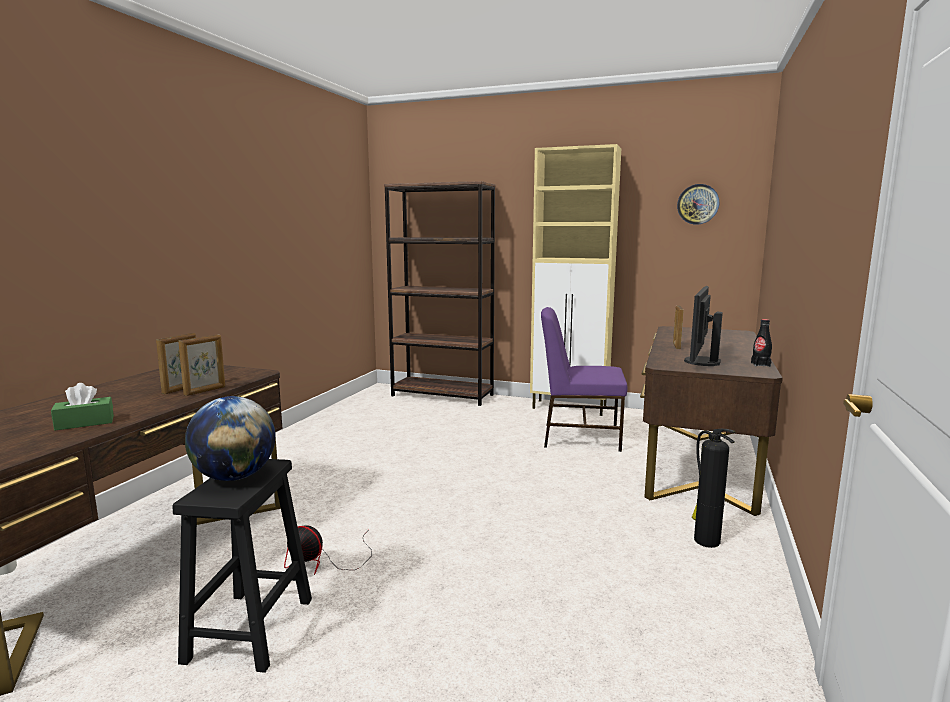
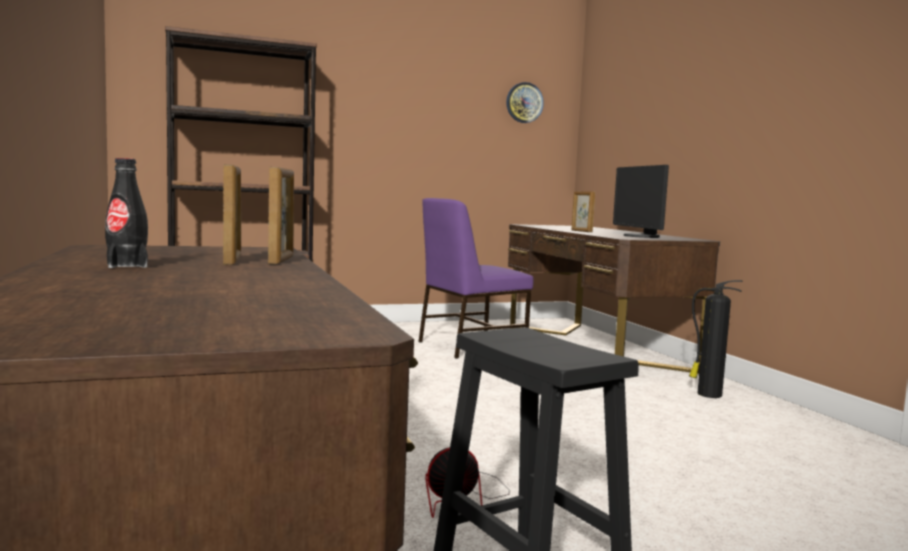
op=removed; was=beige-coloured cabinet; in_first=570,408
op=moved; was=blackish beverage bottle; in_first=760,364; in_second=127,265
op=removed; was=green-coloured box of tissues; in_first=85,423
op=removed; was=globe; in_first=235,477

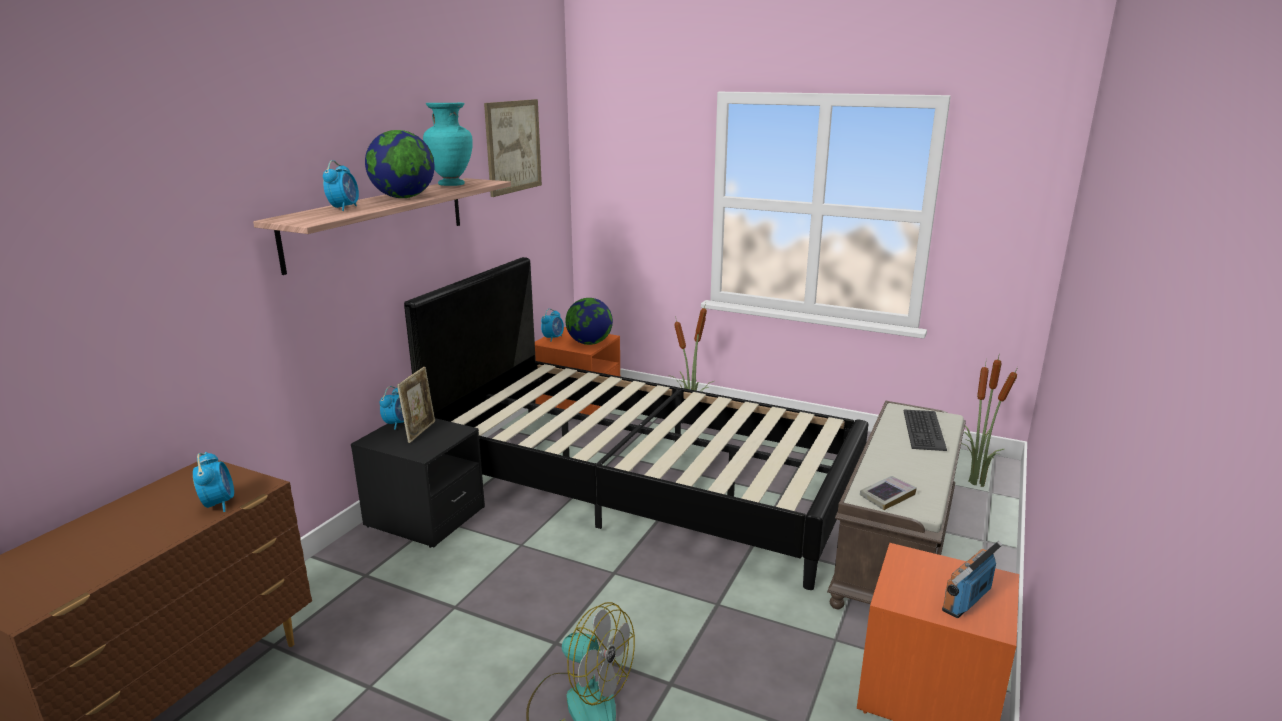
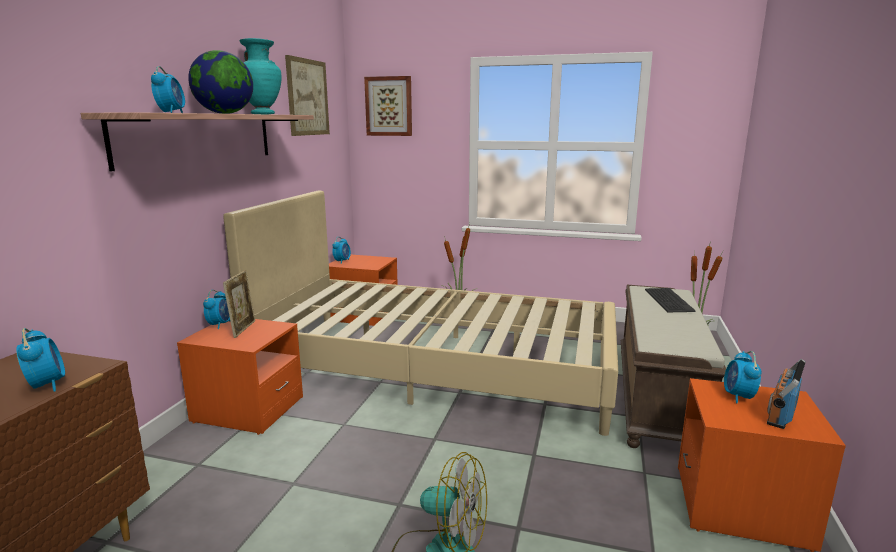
op=recoloured; was=blackish bedroom bed; now=beige-coloured bedroom bed; in_first=642,484; in_second=436,369
op=removed; was=globe; in_first=589,343
op=recoloured; was=blackish bedside table; now=orangey bedside table; in_first=425,517; in_second=248,410
op=removed; was=volume; in_first=887,496
op=added; now=wall picture; in_second=389,106
op=added; now=alarm clock; in_second=738,397

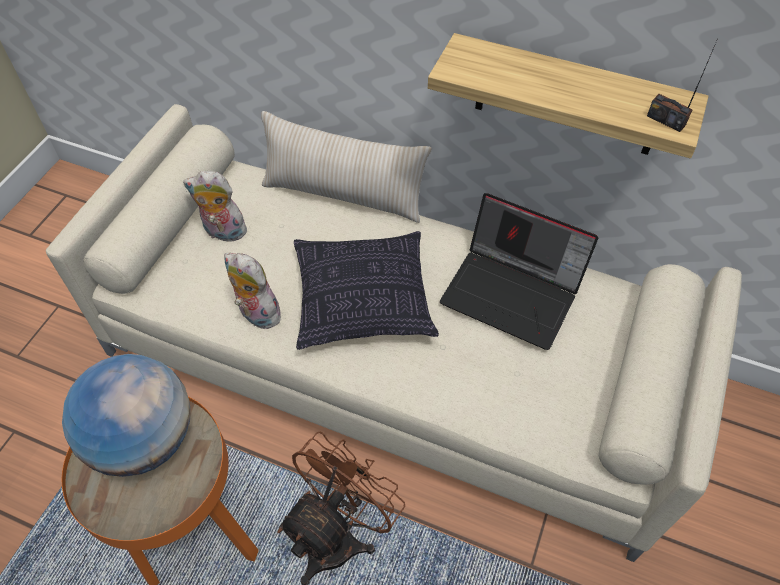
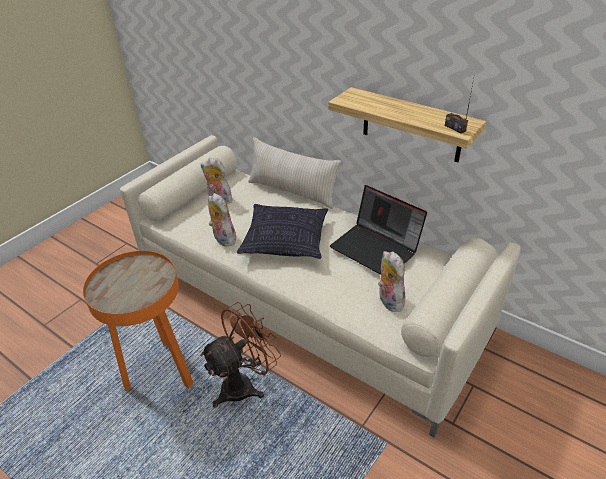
op=removed; was=globe; in_first=144,439
op=added; now=plush toy; in_second=388,300

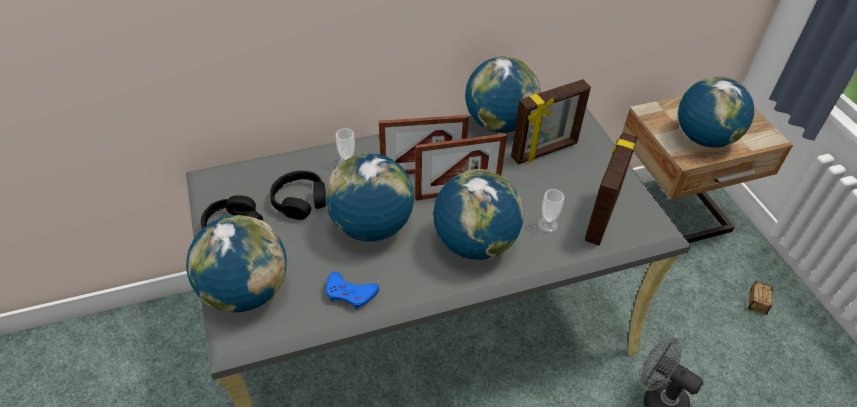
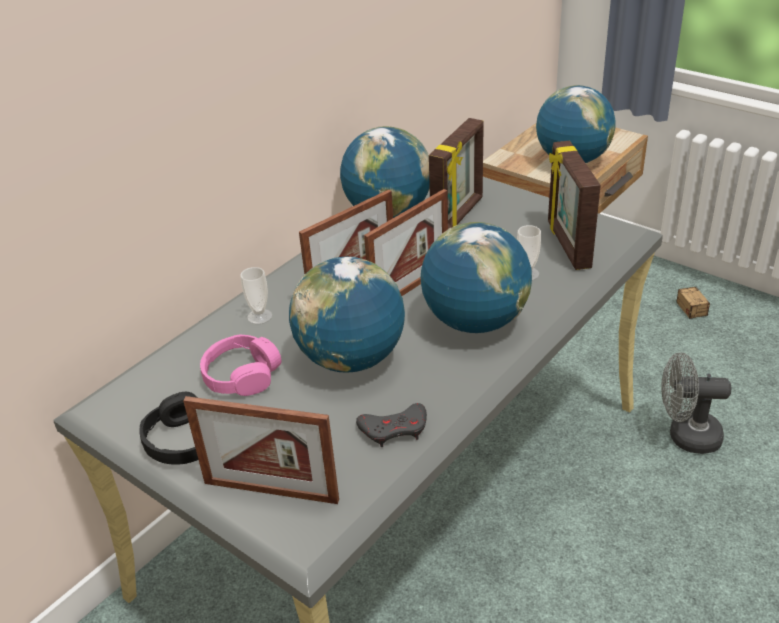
op=recoloured; was=blackish pair of headphones; now=pinkish pair of headphones; in_first=300,201; in_second=242,375
op=replaced; was=globe; now=photo frame; in_first=246,292; in_second=271,491
op=recoloured; was=blue-coloured gamepad; now=gray gamepad; in_first=350,293; in_second=394,429

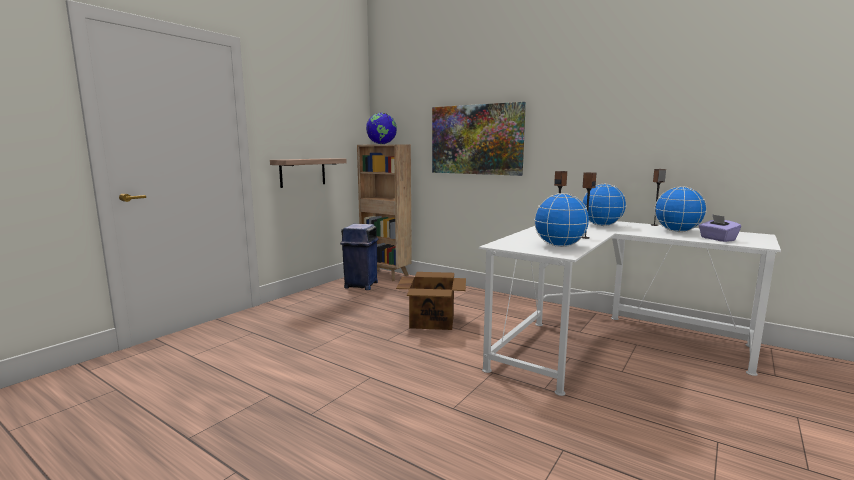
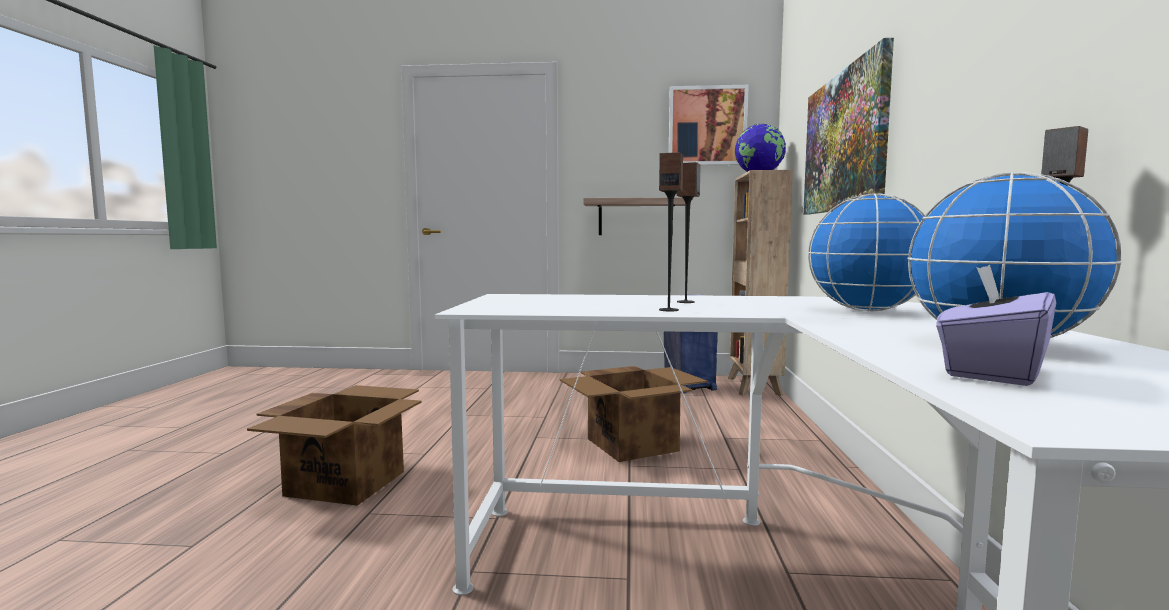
op=removed; was=globe; in_first=560,246
op=added; now=wall picture; in_second=707,126
op=added; now=packing box; in_second=347,482

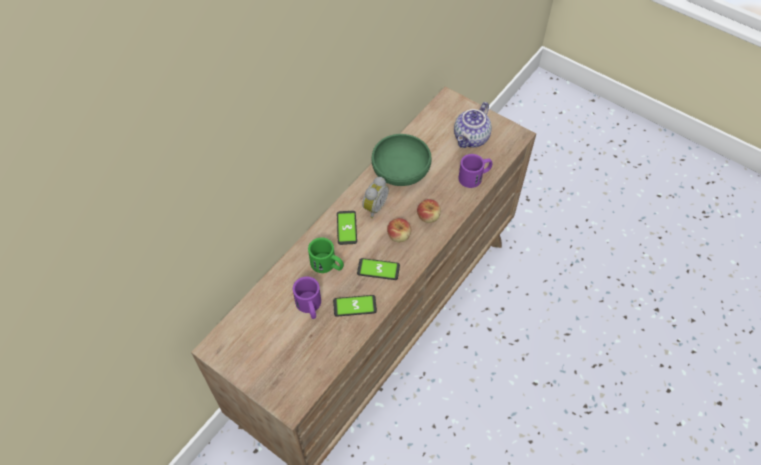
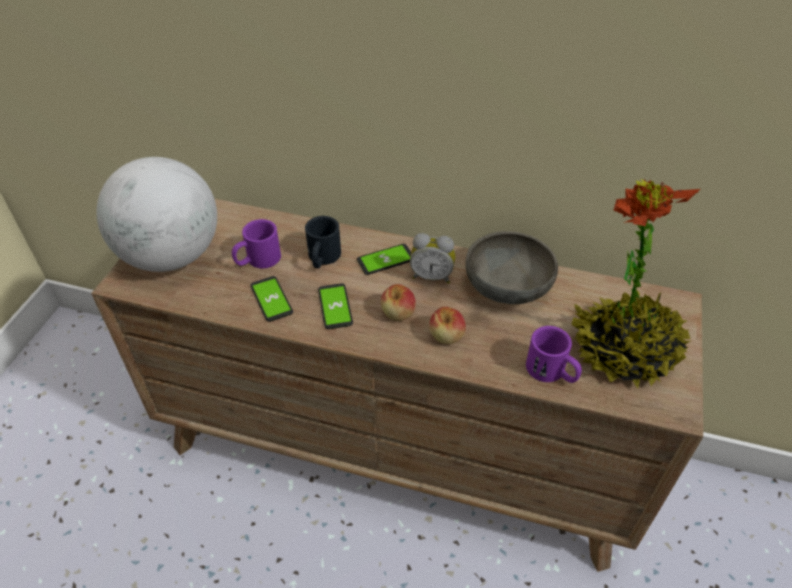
op=replaced; was=tea pot; now=potted plant; in_first=471,138; in_second=623,350
op=recoloured; was=green-coloured deep dish; now=gray deep dish; in_first=400,171; in_second=507,286
op=recoloured; was=green-coloured coffee mug; now=blackish coffee mug; in_first=327,265; in_second=322,258
op=added; now=globe; in_second=172,256

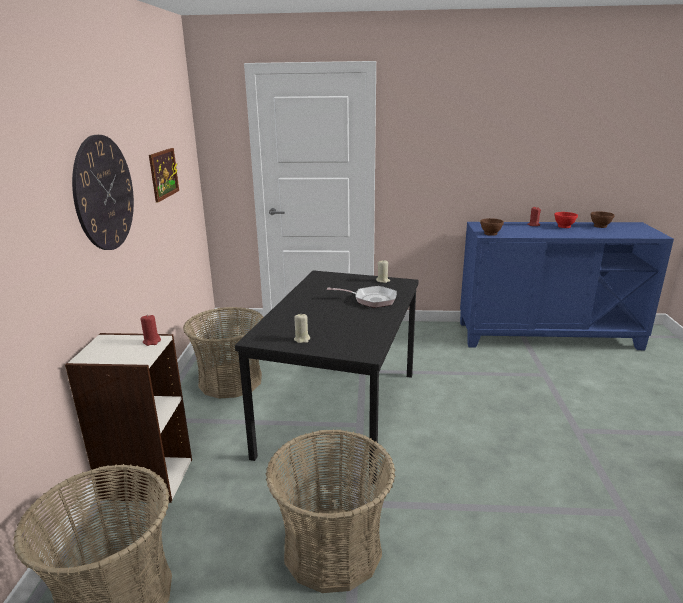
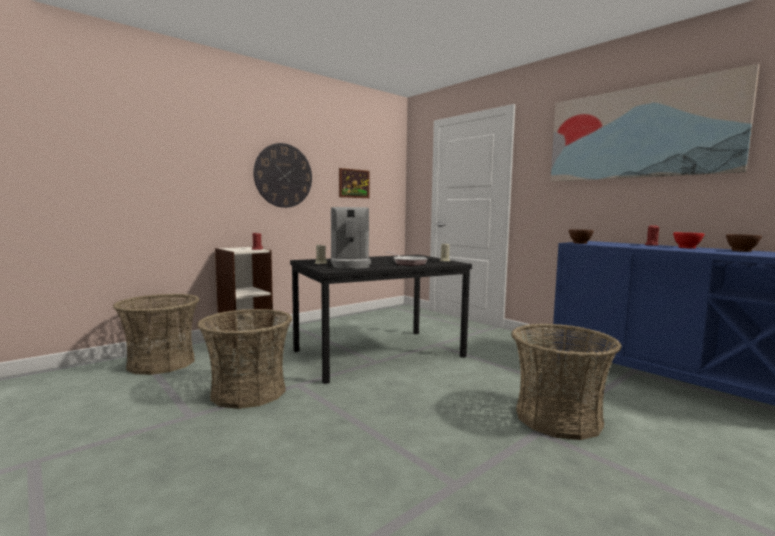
op=moved; was=basket; in_first=230,381; in_second=558,418
op=added; now=wall picture; in_second=638,133
op=added; now=coffee machine; in_second=350,264

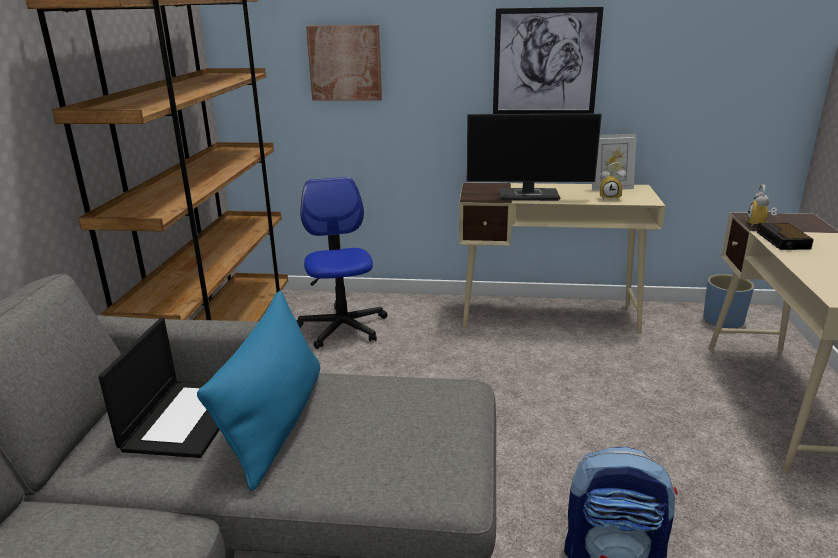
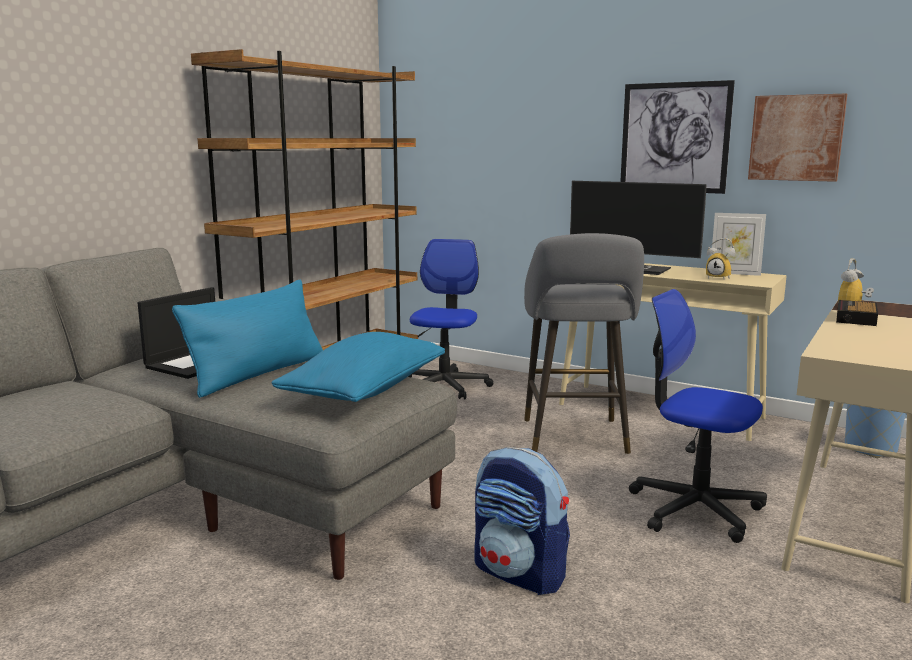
op=moved; was=wall picture; in_first=345,63; in_second=796,138
op=added; now=gray stool seat; in_second=575,438
op=added; now=computer chair; in_second=694,509
op=added; now=blue-coloured throw pillow; in_second=365,391

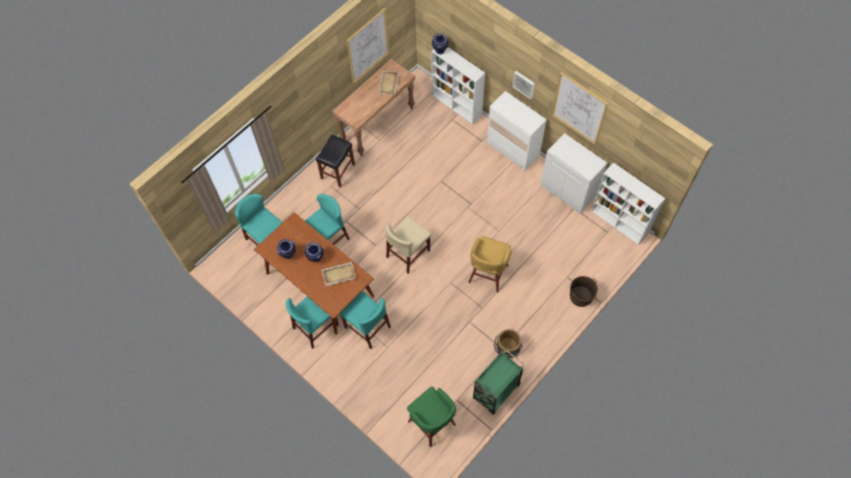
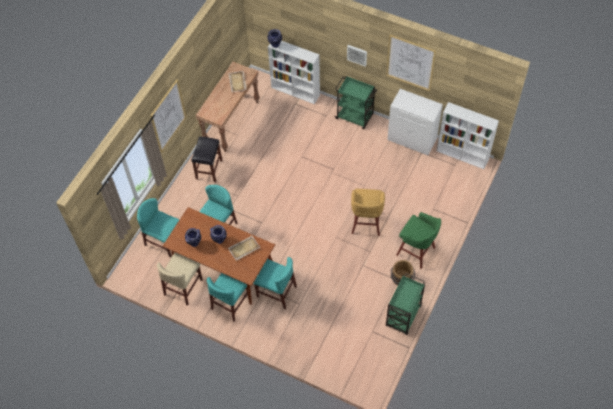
op=moved; was=wall picture; in_first=368,46; in_second=168,116
op=replaced; was=white dresser; now=green-coloured trolley; in_first=512,150; in_second=355,117
op=moved; was=beige-coloured plain chair; in_first=408,253; in_second=183,287
op=removed; was=brown pail; in_first=581,296
op=moved; was=green-coloured stool seat; in_first=432,424; in_second=417,252

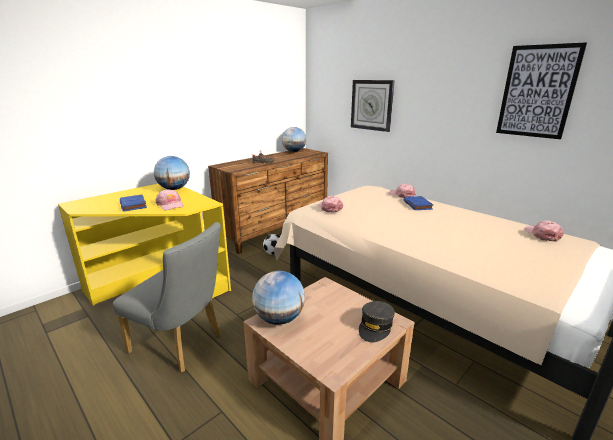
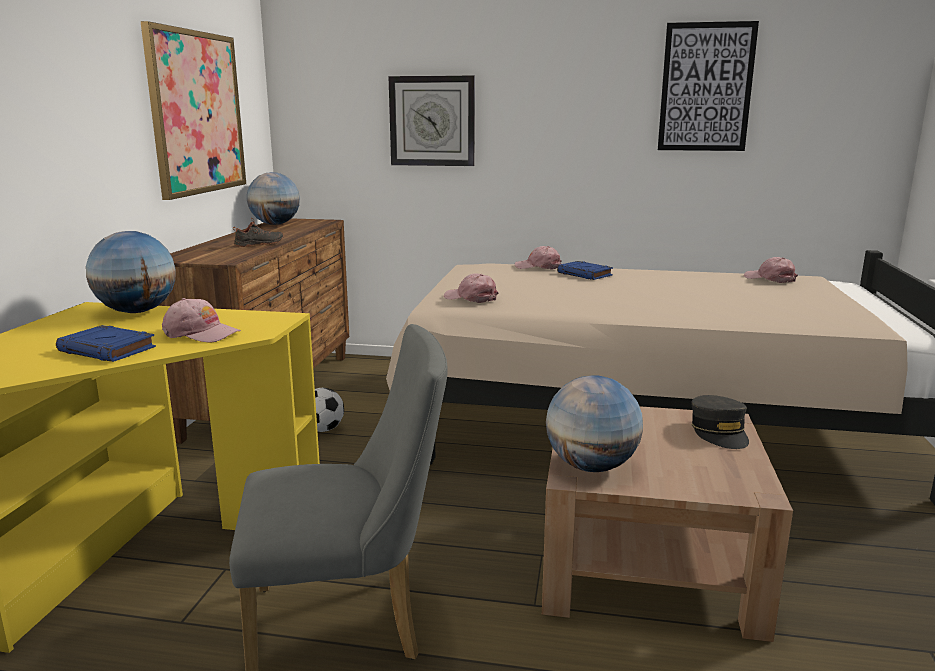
op=added; now=wall picture; in_second=196,113

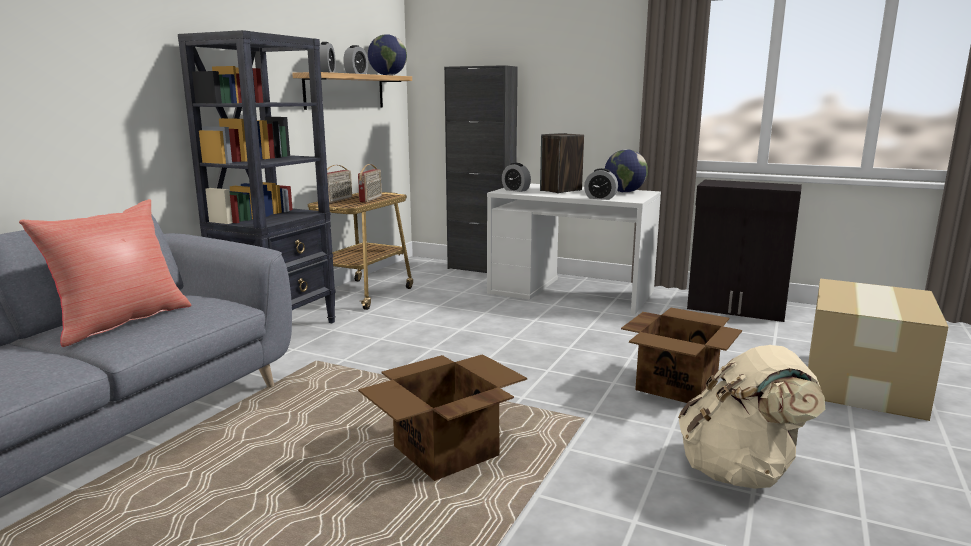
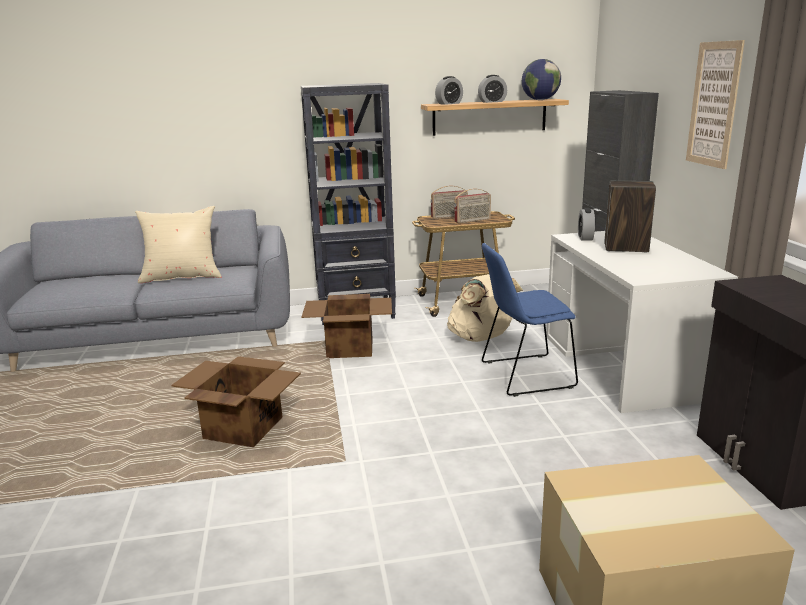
op=removed; was=globe; in_first=624,192
op=removed; was=alarm clock; in_first=600,198
op=recoloured; was=red-coloured throw pillow; now=beige-coloured throw pillow; in_first=120,322; in_second=182,277
op=moved; was=packing box; in_first=677,386; in_second=351,347
op=moved; was=beige-coloured rucksack; in_first=740,472; in_second=482,338
op=added; now=wall picture; in_second=713,104
op=added; now=blue-coloured plain chair; in_second=523,375

